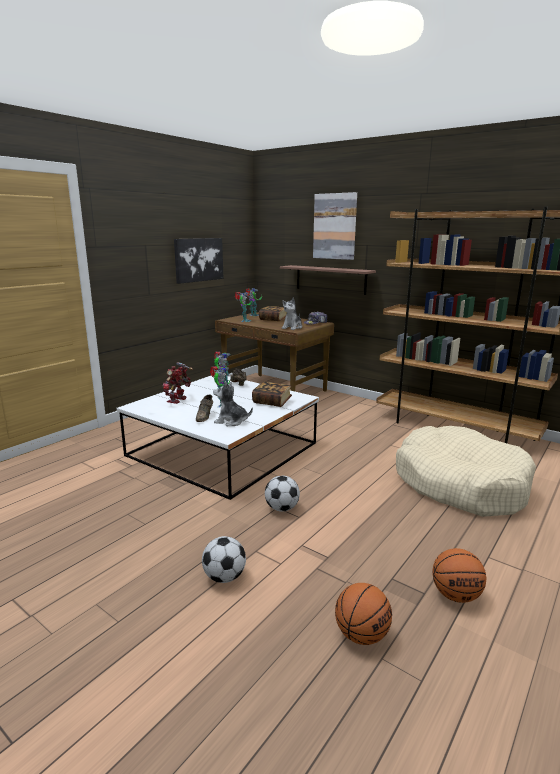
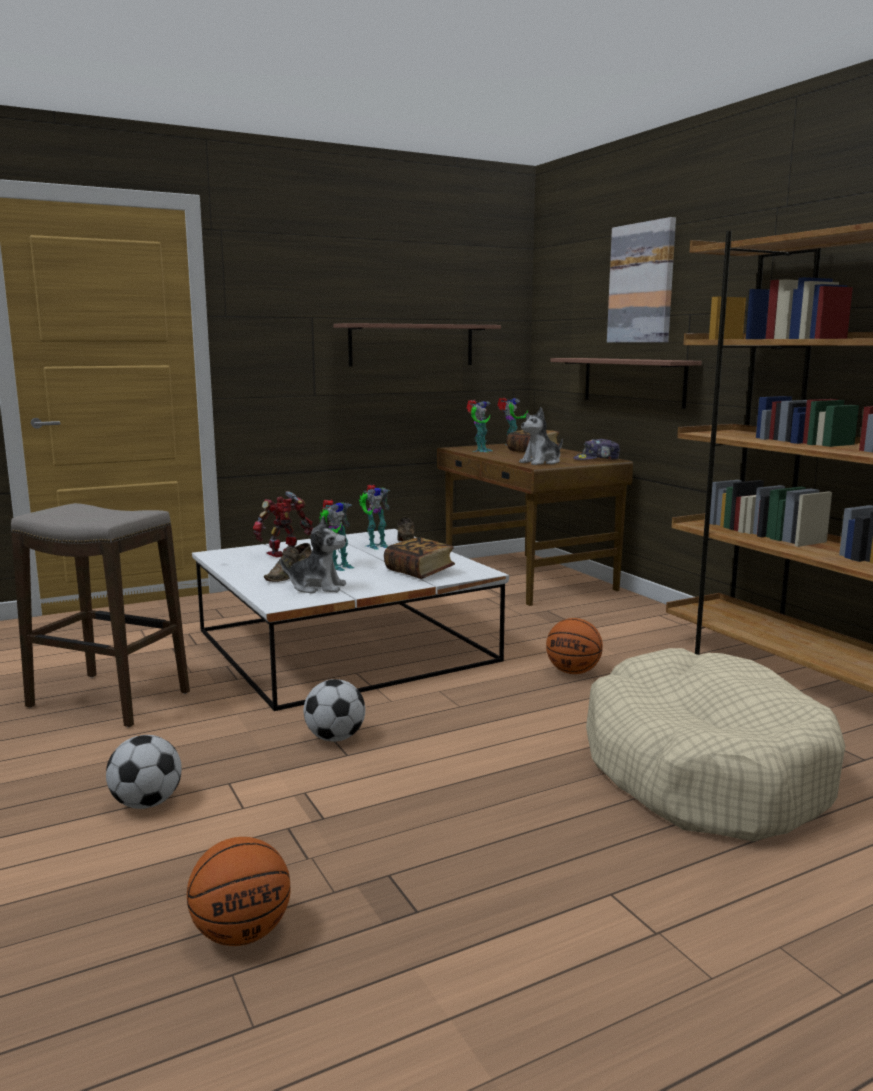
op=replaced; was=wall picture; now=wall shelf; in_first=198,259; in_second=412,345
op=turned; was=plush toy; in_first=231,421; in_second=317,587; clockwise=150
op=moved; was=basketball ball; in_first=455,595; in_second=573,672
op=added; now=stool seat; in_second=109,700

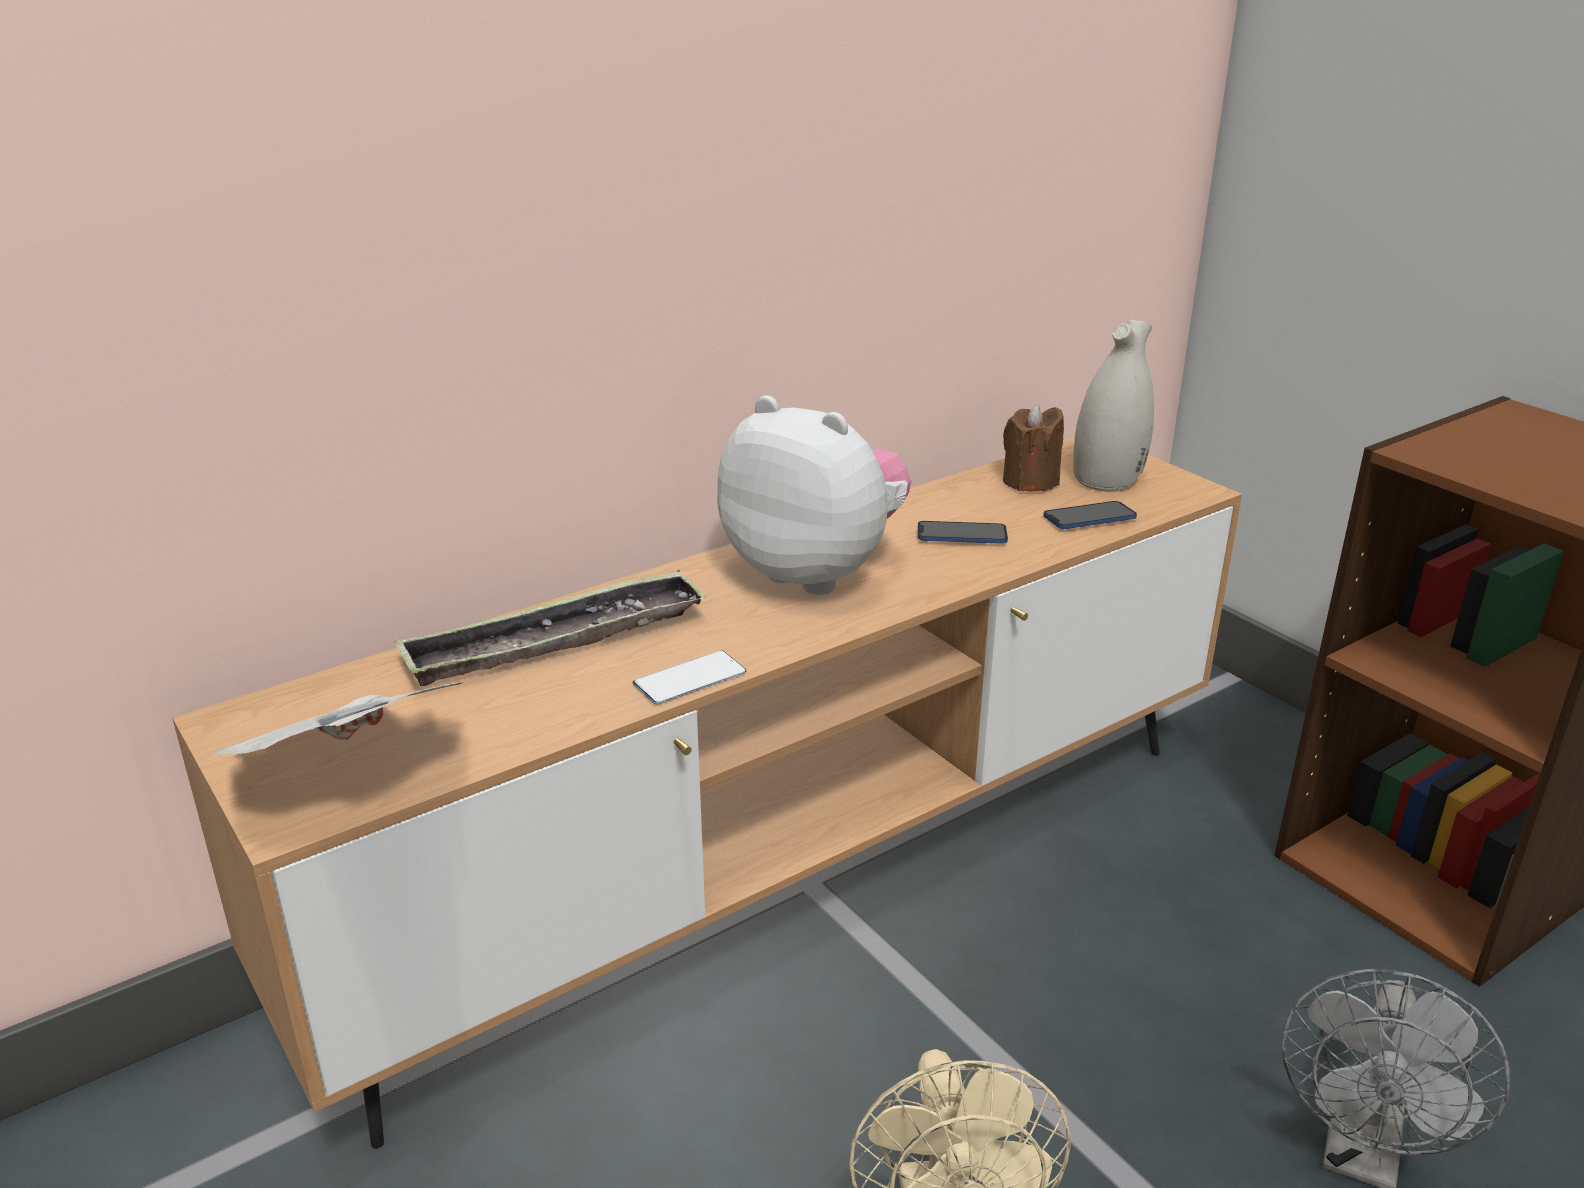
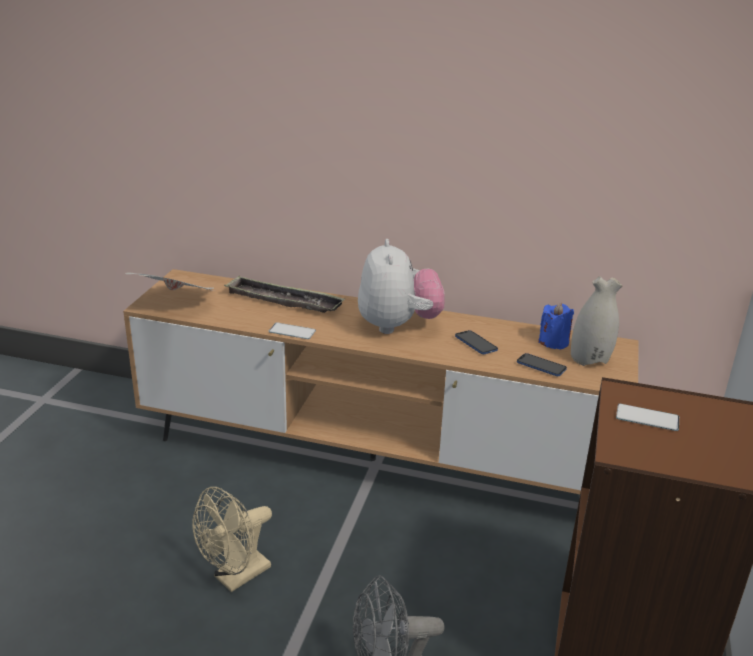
op=recoloured; was=brown wax light; now=blue-coloured wax light; in_first=1030,481; in_second=553,342
op=added; now=phone; in_second=647,418

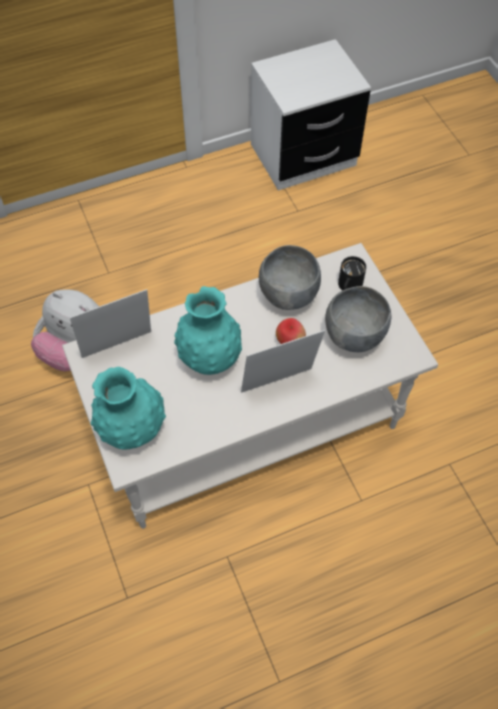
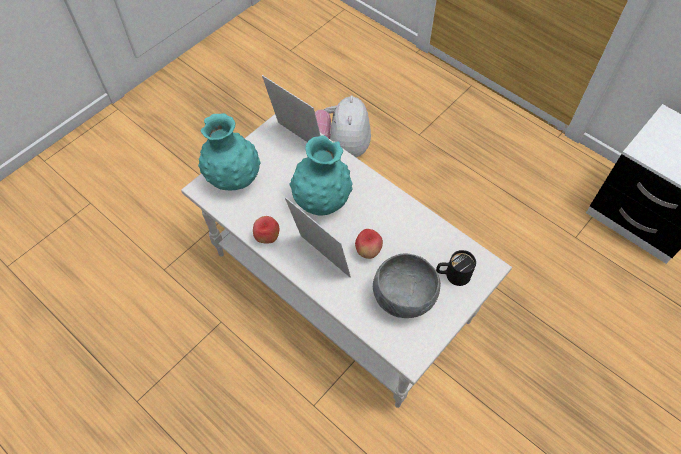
op=removed; was=gray deep dish; in_first=288,295
op=added; now=apple; in_second=267,237

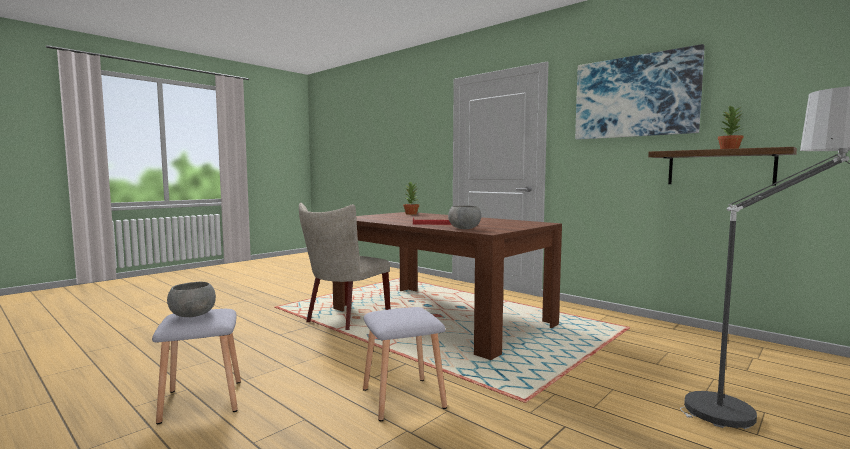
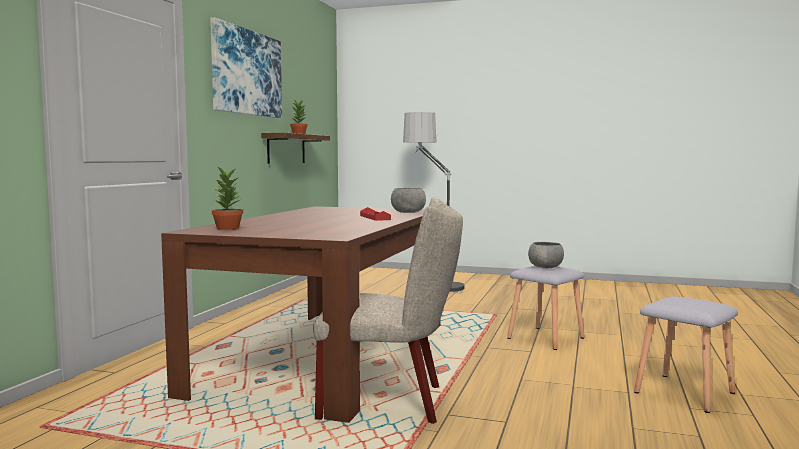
op=moved; was=gray deep dish; in_first=193,315; in_second=545,267

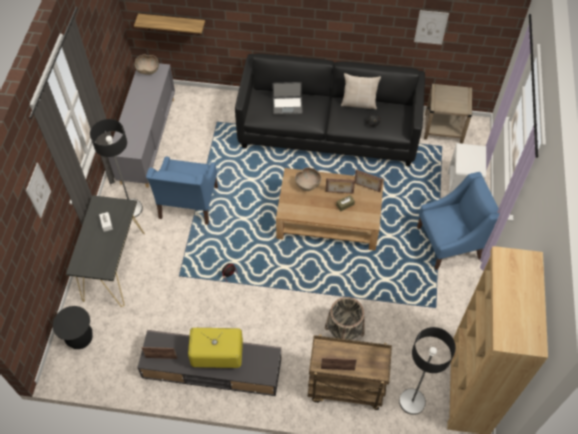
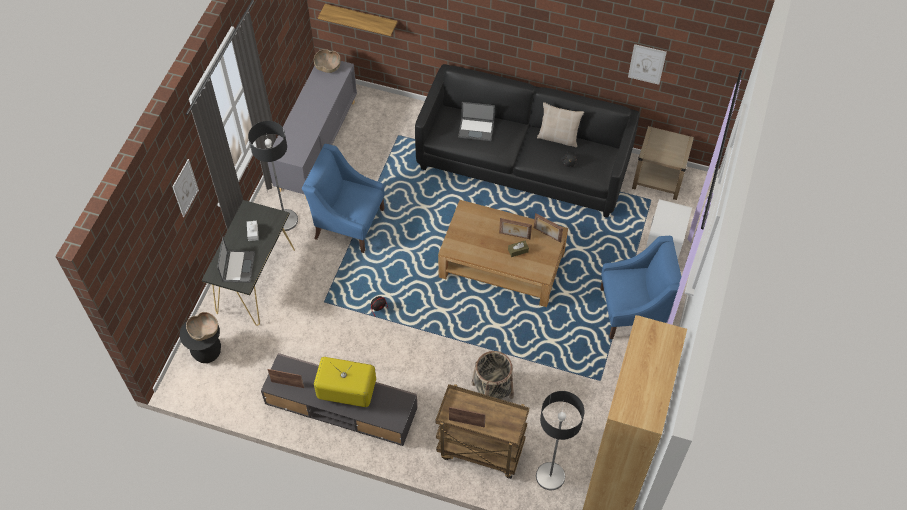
op=turned; was=blue-coloured armchair; in_first=188,203; in_second=348,223; clockwise=90
op=moved; was=brown deep dish; in_first=307,184; in_second=204,331
op=added; now=notebook computer; in_second=238,266

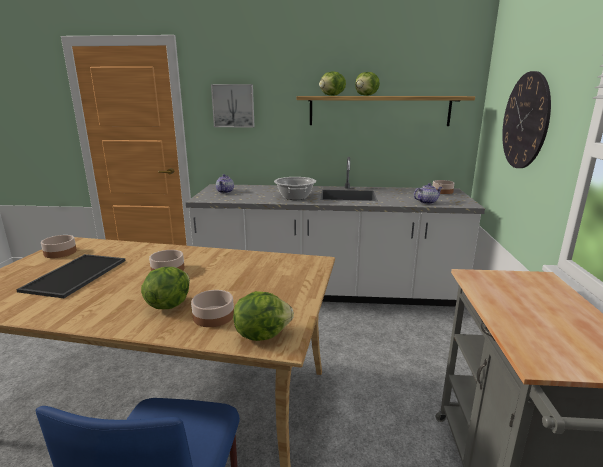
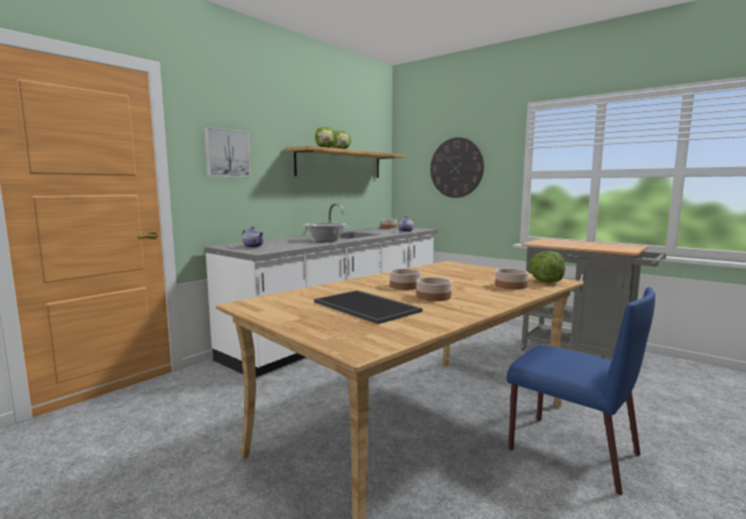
op=moved; was=deep dish; in_first=60,252; in_second=433,296
op=removed; was=lettuce head; in_first=168,304

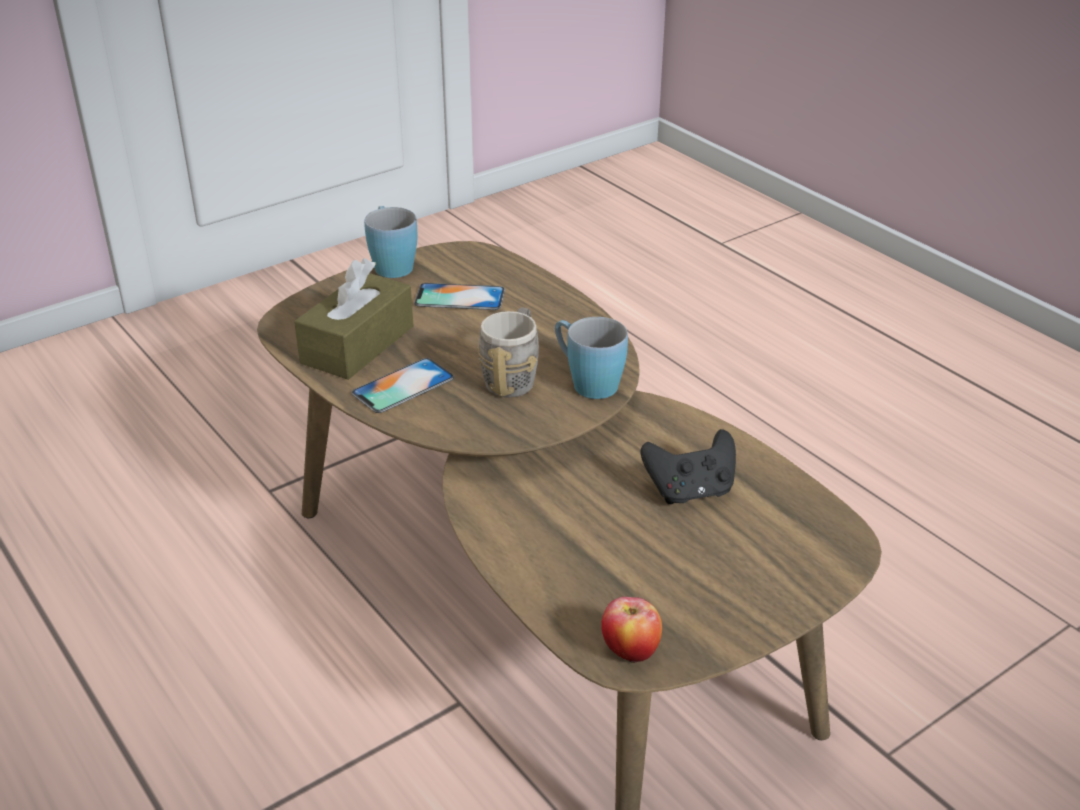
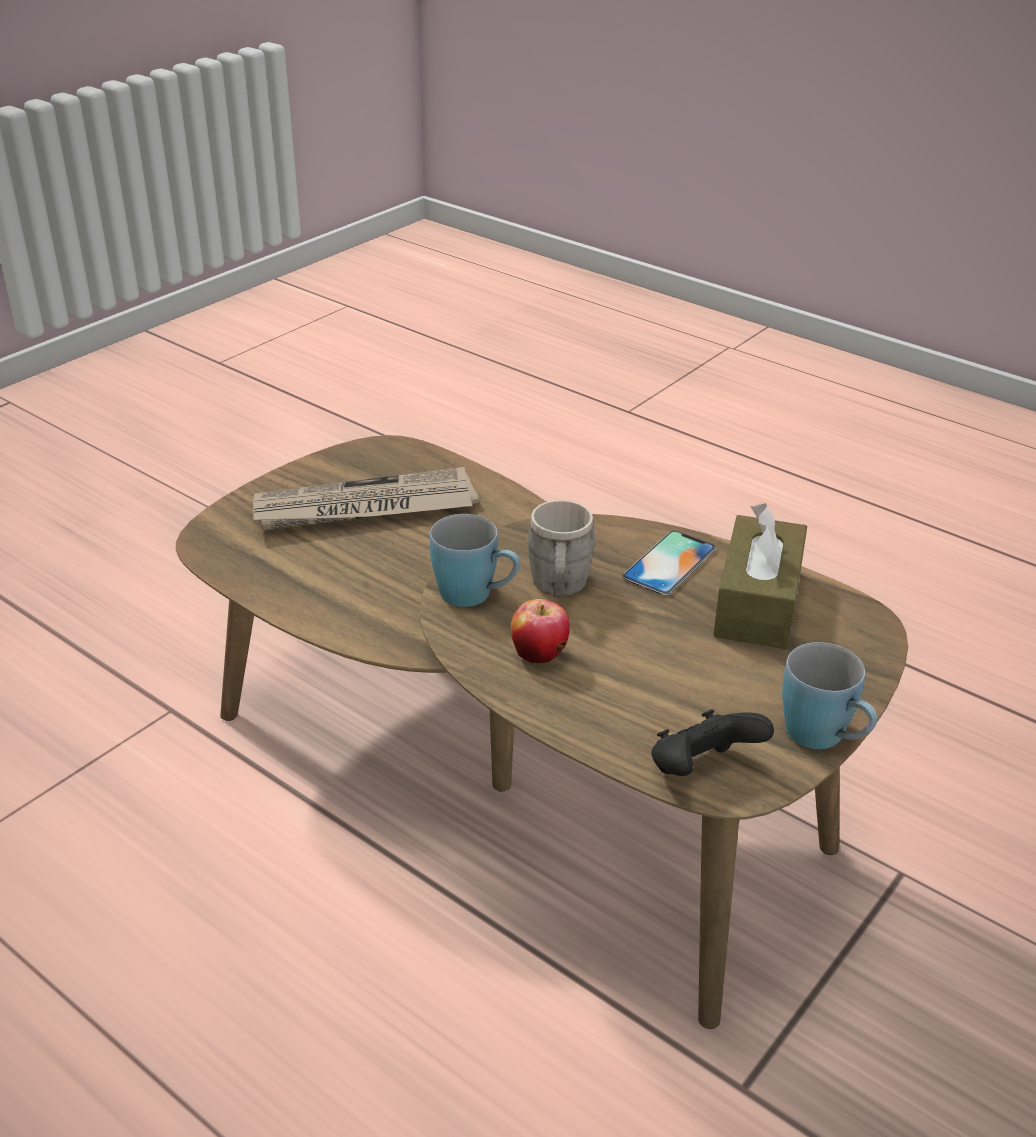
op=removed; was=phone; in_first=460,297
op=moved; was=blackish gamepad; in_first=690,491; in_second=701,771
op=moved; was=apple; in_first=630,652; in_second=539,655
op=added; now=printed paper; in_second=364,508

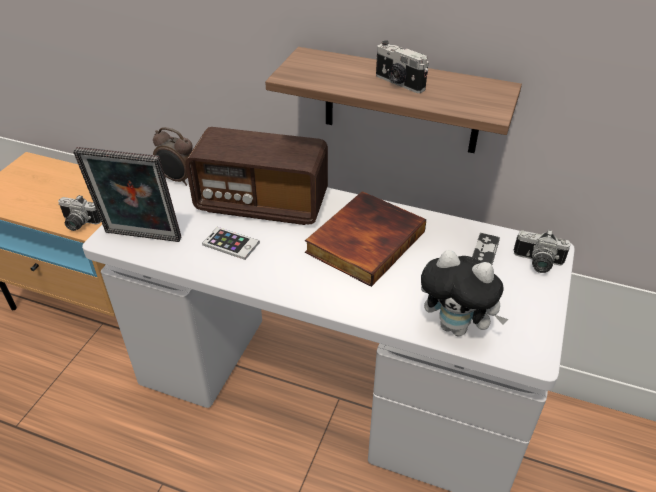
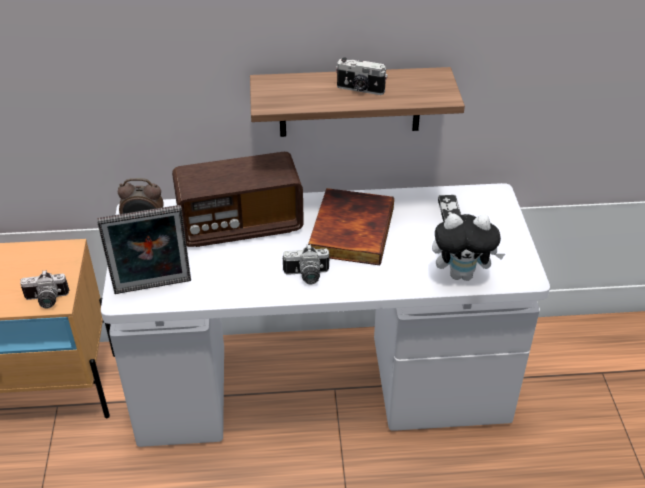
op=removed; was=phone; in_first=231,244
op=moved; was=photo camera; in_first=537,263; in_second=307,276

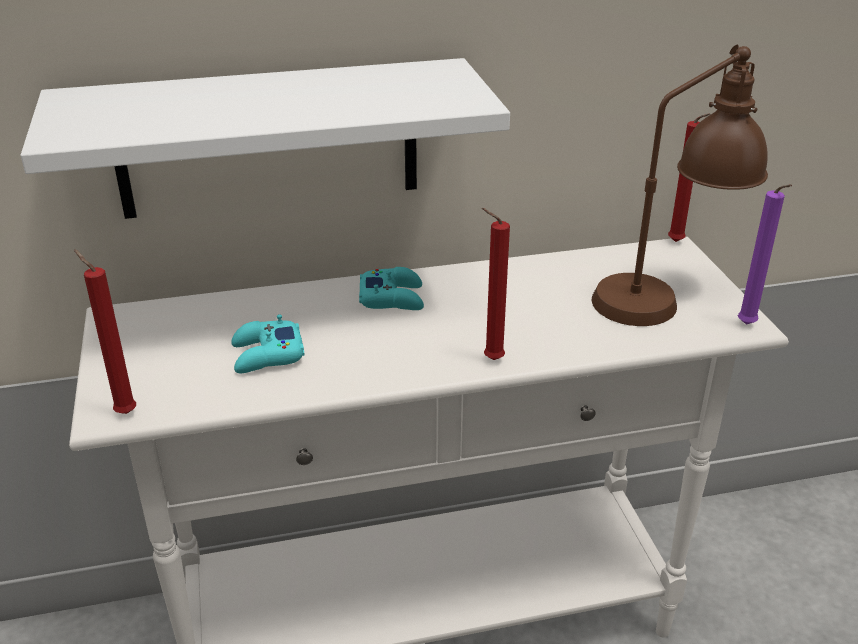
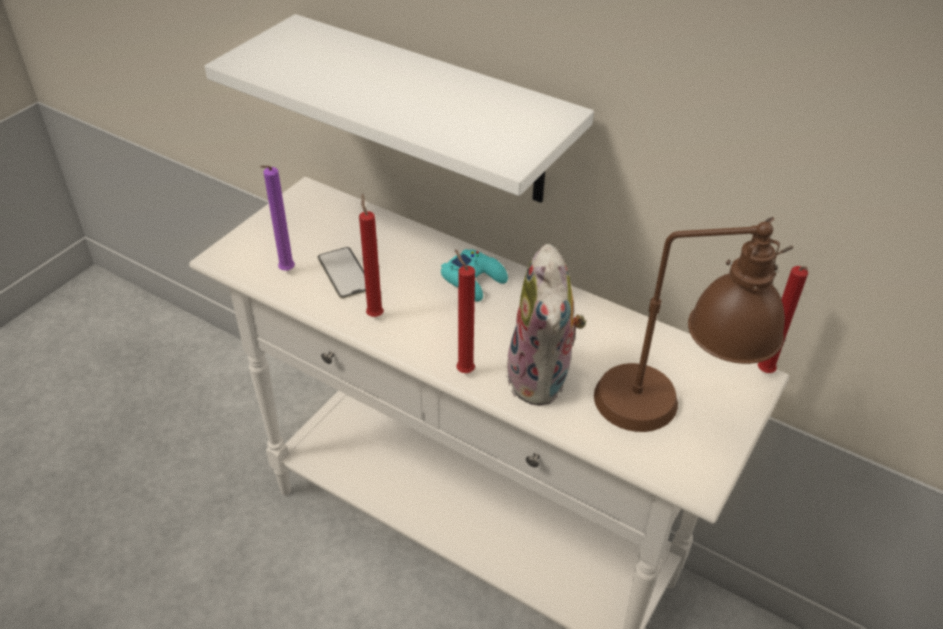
op=moved; was=purple wax light; in_first=748,326; in_second=285,272
op=moved; was=red-coloured wax light; in_first=123,412; in_second=374,314
op=replaced; was=turquoise gamepad; now=phone; in_first=267,355; in_second=345,273
op=added; now=plush toy; in_second=543,379

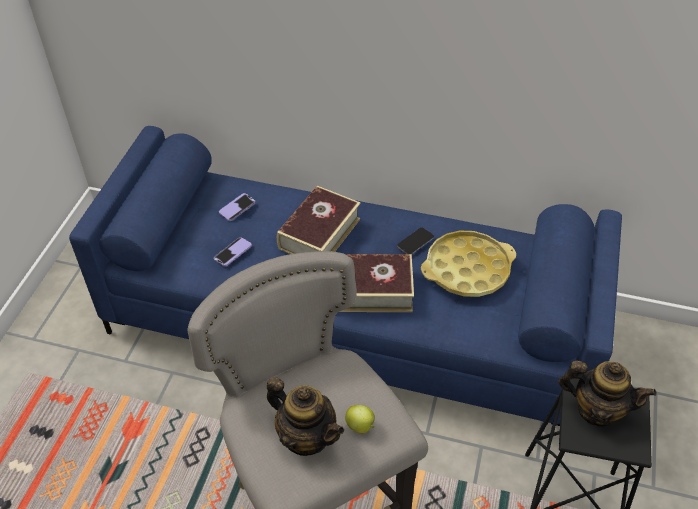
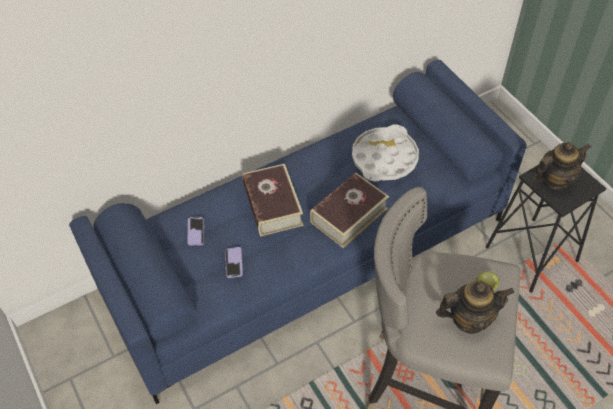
op=removed; was=phone; in_first=415,242
op=recoloured; was=yellowish tray; now=white tray; in_first=467,269; in_second=384,158

